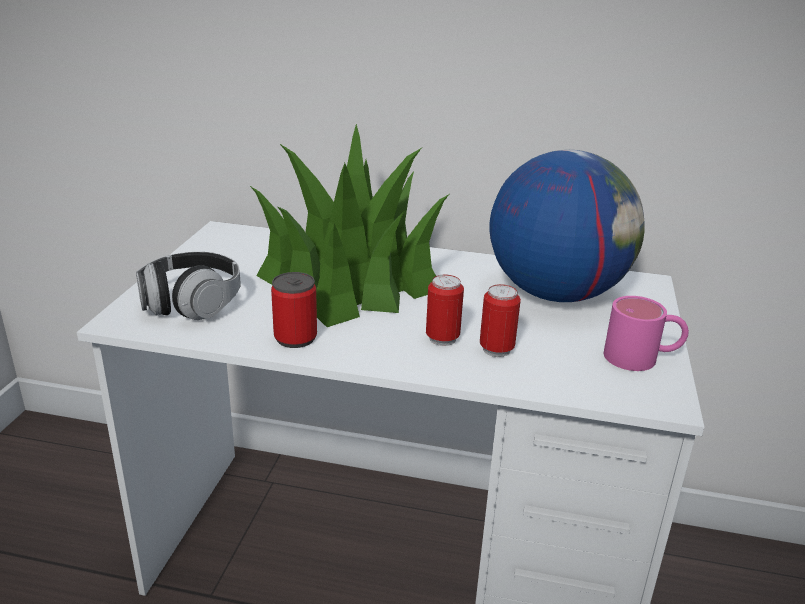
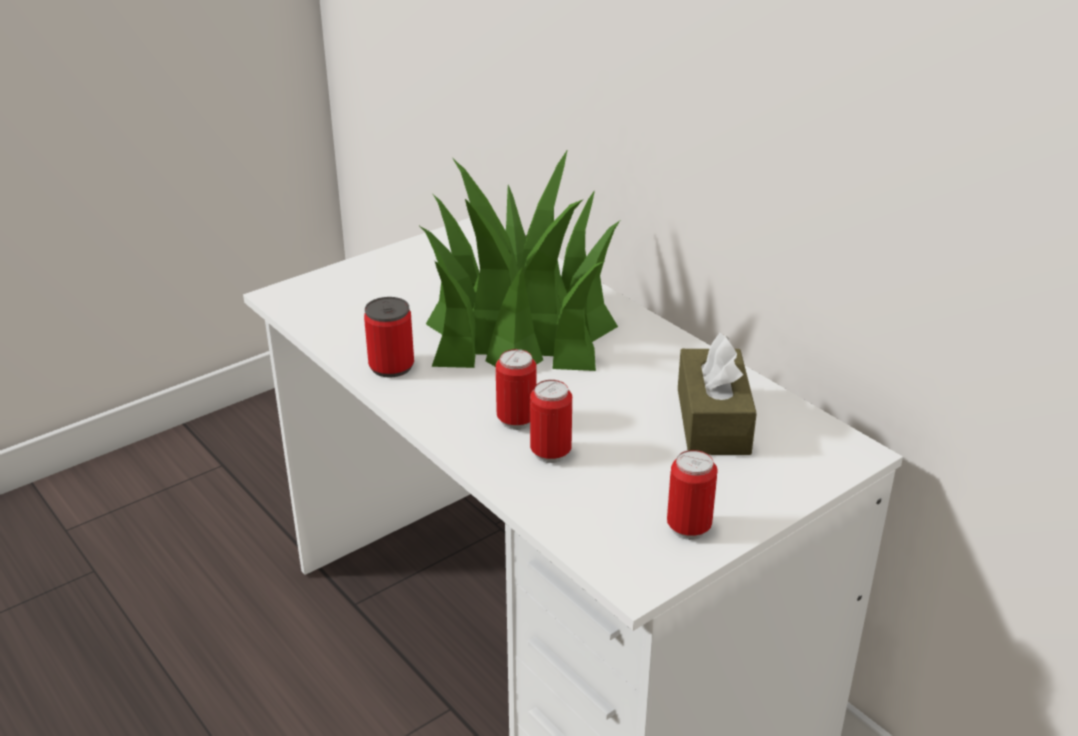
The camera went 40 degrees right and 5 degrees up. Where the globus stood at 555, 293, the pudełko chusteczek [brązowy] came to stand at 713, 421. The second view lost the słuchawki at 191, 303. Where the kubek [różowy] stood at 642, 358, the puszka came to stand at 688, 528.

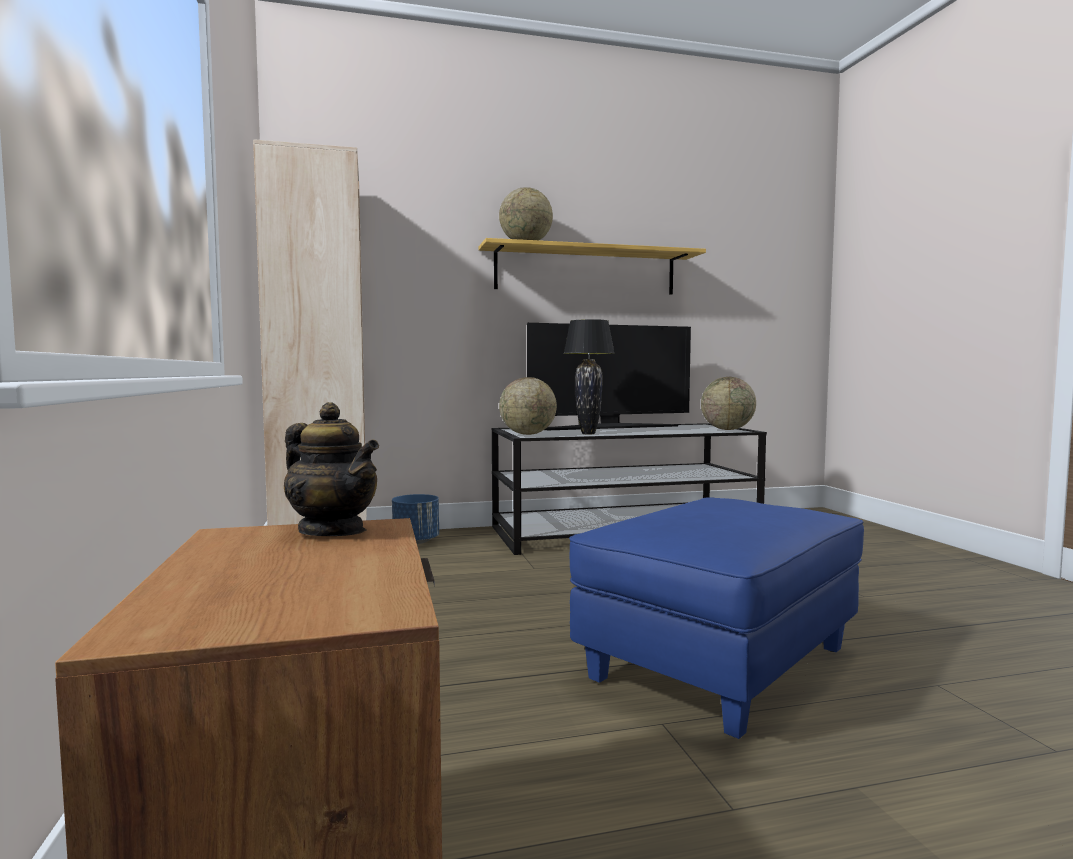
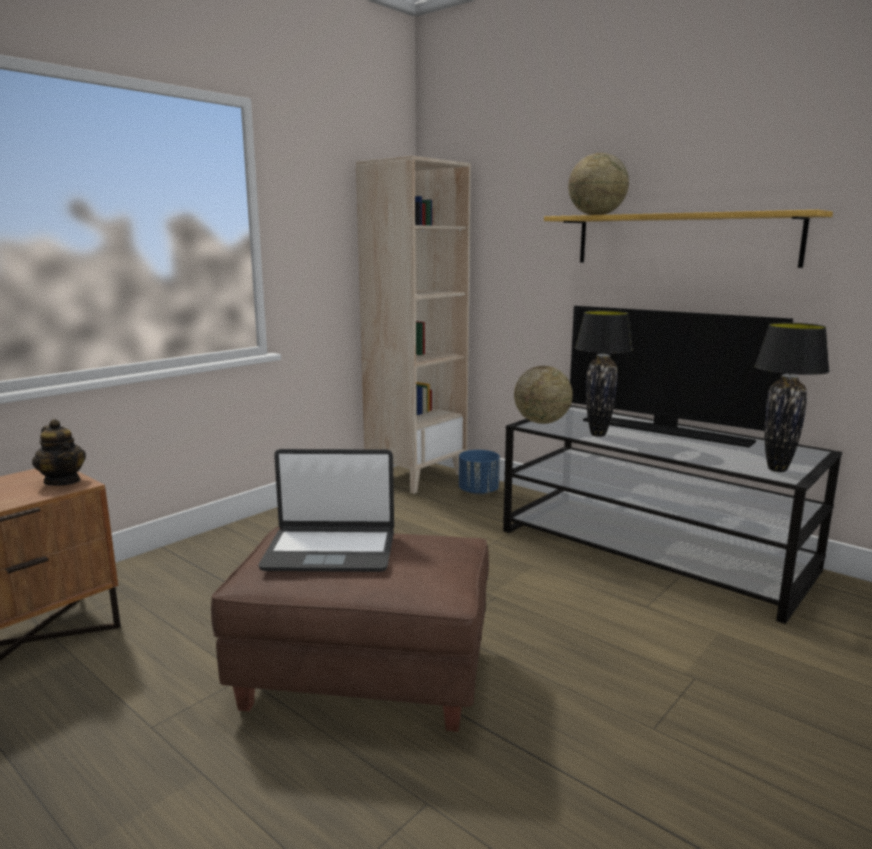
The camera went 55 degrees right and 10 degrees up. Where the globus stood at 727, 429, the lampa stołowa [czarny] came to stand at 778, 469. The imbryk at 332, 531 ended up facing another way, 45 degrees counterclockwise from before. What was the pufa [niebieski] at 720, 664 turned into the pufa [brązowy] at 363, 677. The second view gained the laptop at 330, 550.

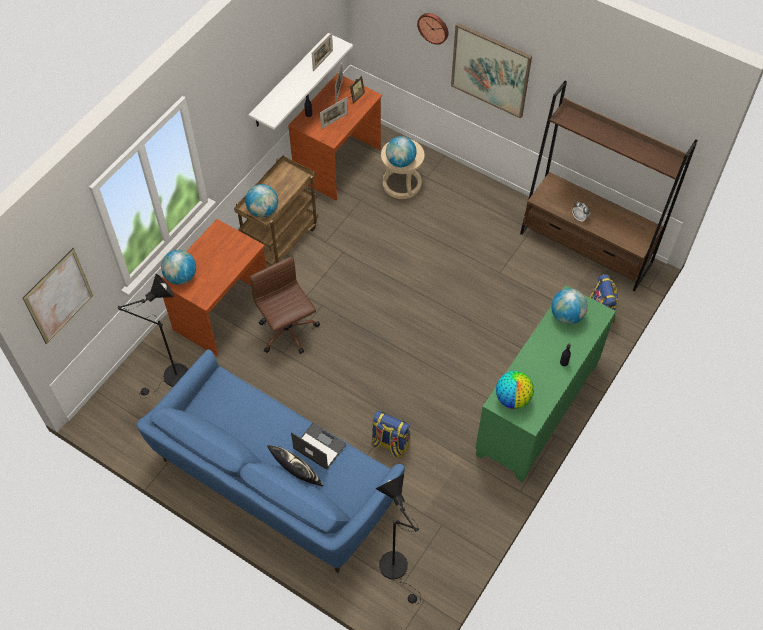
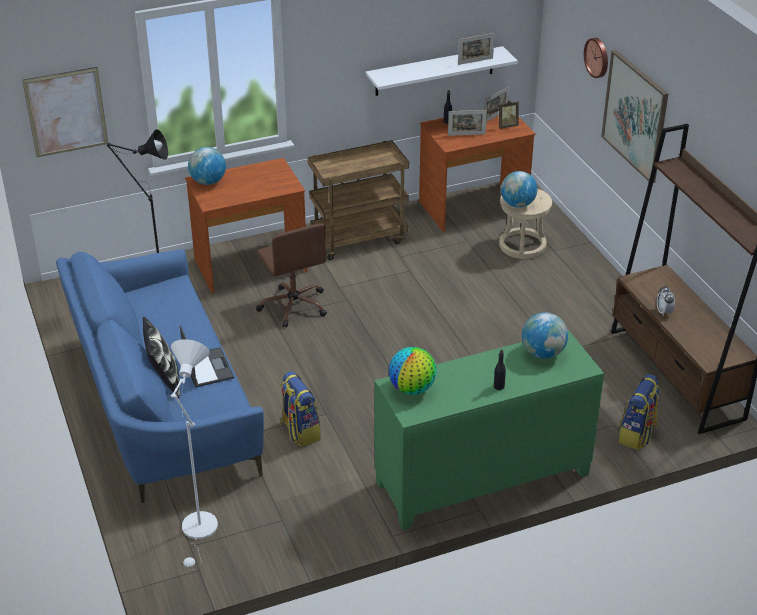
The camera went 35 degrees right and 20 degrees down. The second view lost the globus at 263, 211. The krzesło biurowe [brązowy] at 288, 333 ended up facing another way, 150 degrees clockwise from before. What was the lampa stojąca [czarny] at 397, 570 turned into the lampa stojąca [biały] at 199, 531.

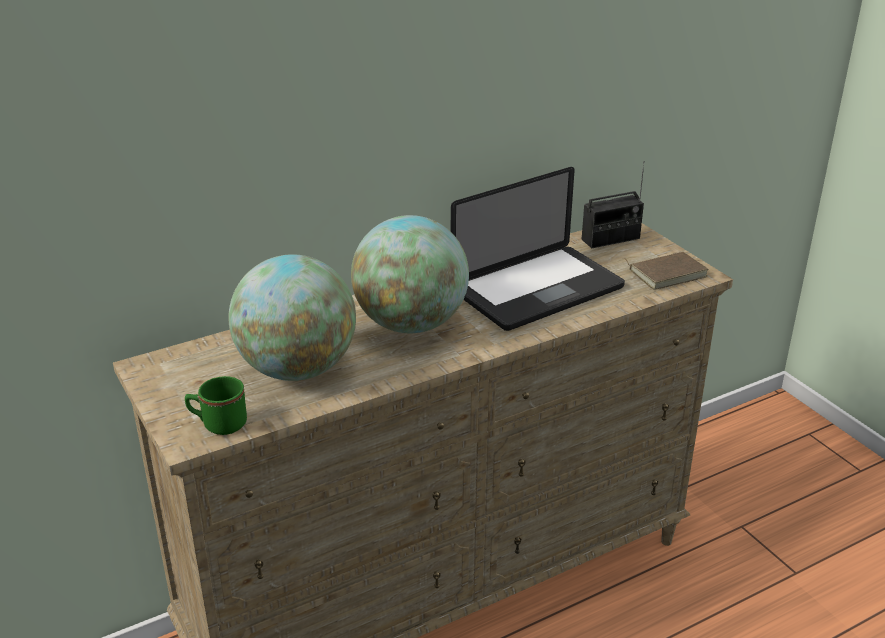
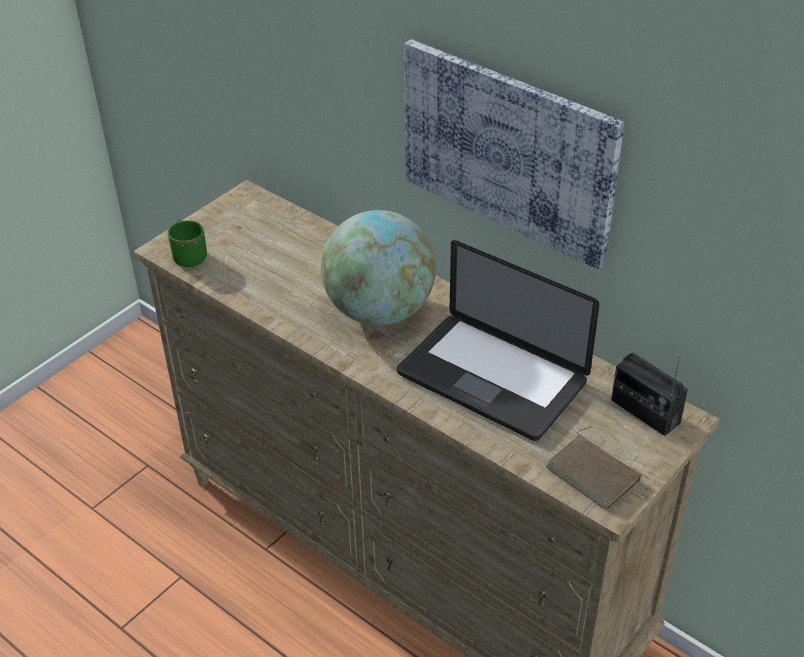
The camera went 70 degrees right and 10 degrees up. The second view lost the globus at 297, 369. The second view gained the obraz at 508, 150.

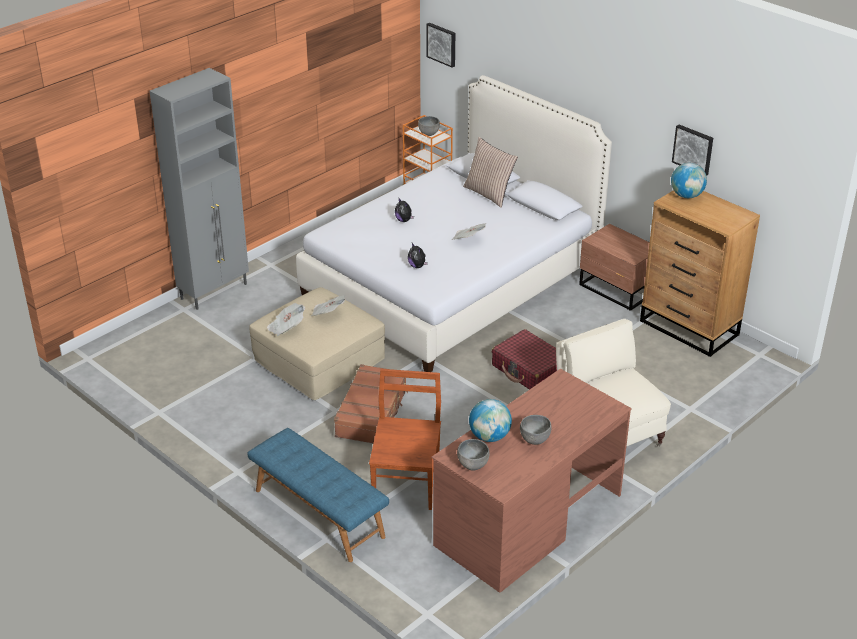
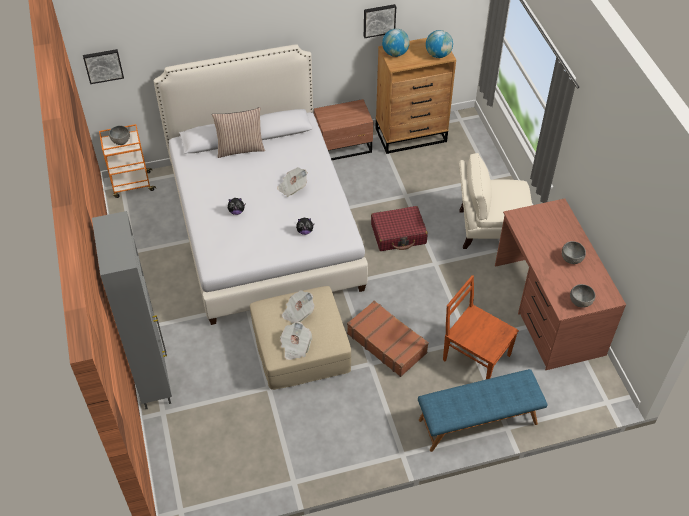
The camera went 60 degrees left and 15 degrees up. The globus ended up elsewhere, having gone from 489, 437 to 438, 55.

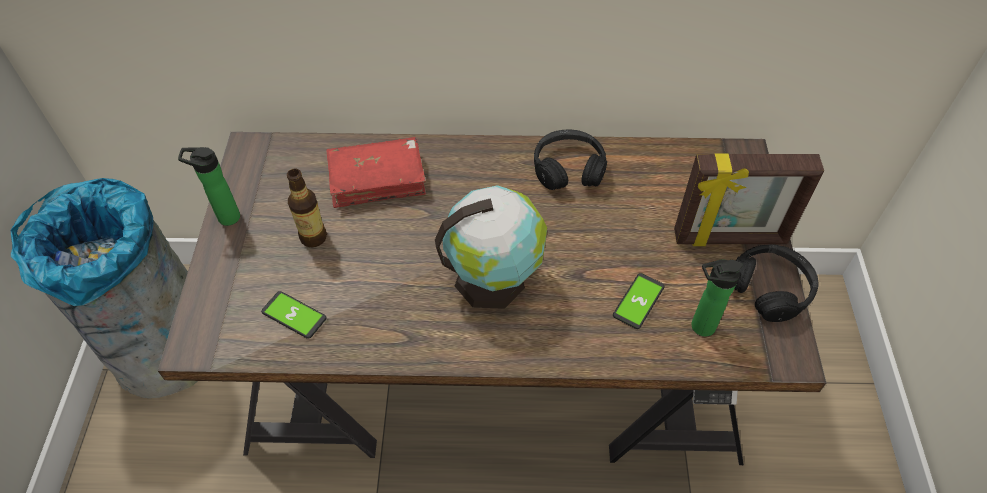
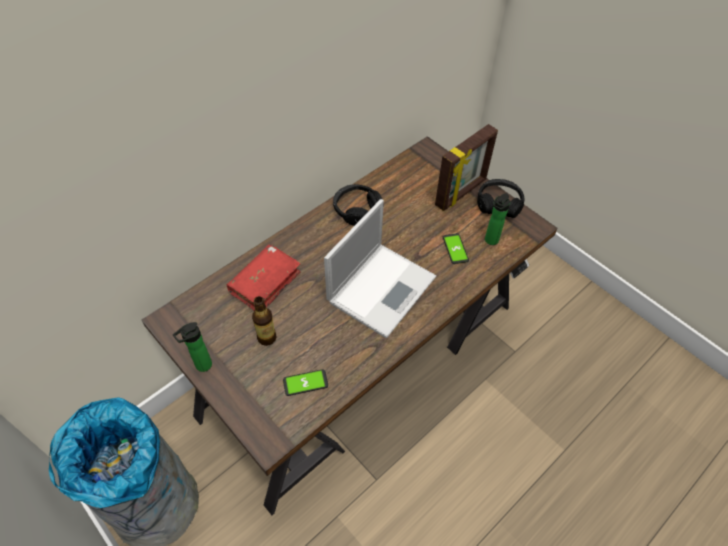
The camera went 45 degrees left and 0 degrees up. Where the globus stood at 494, 279, the laptop came to stand at 382, 287.

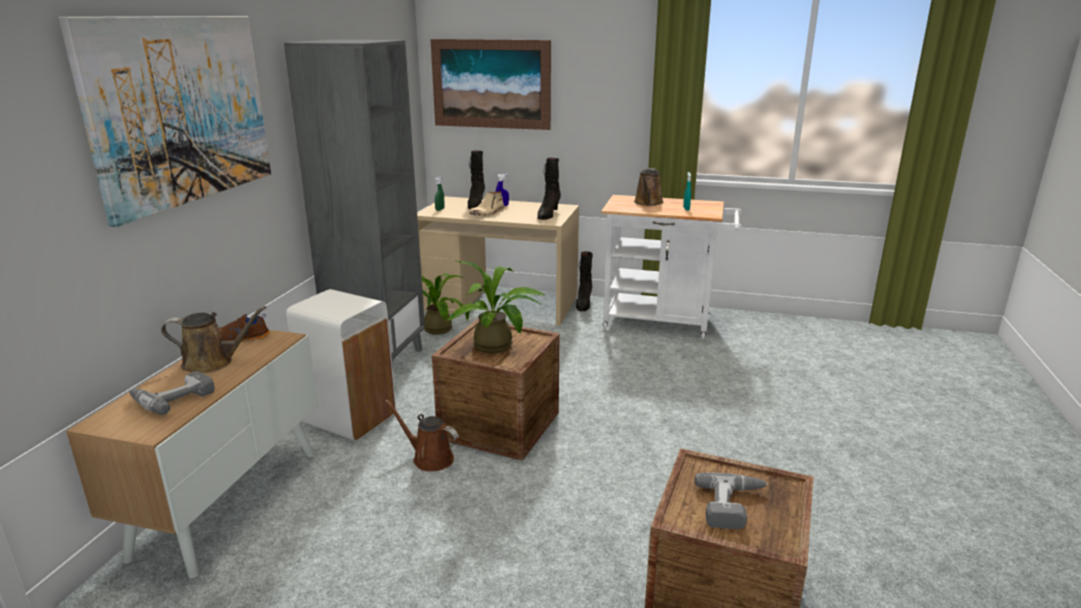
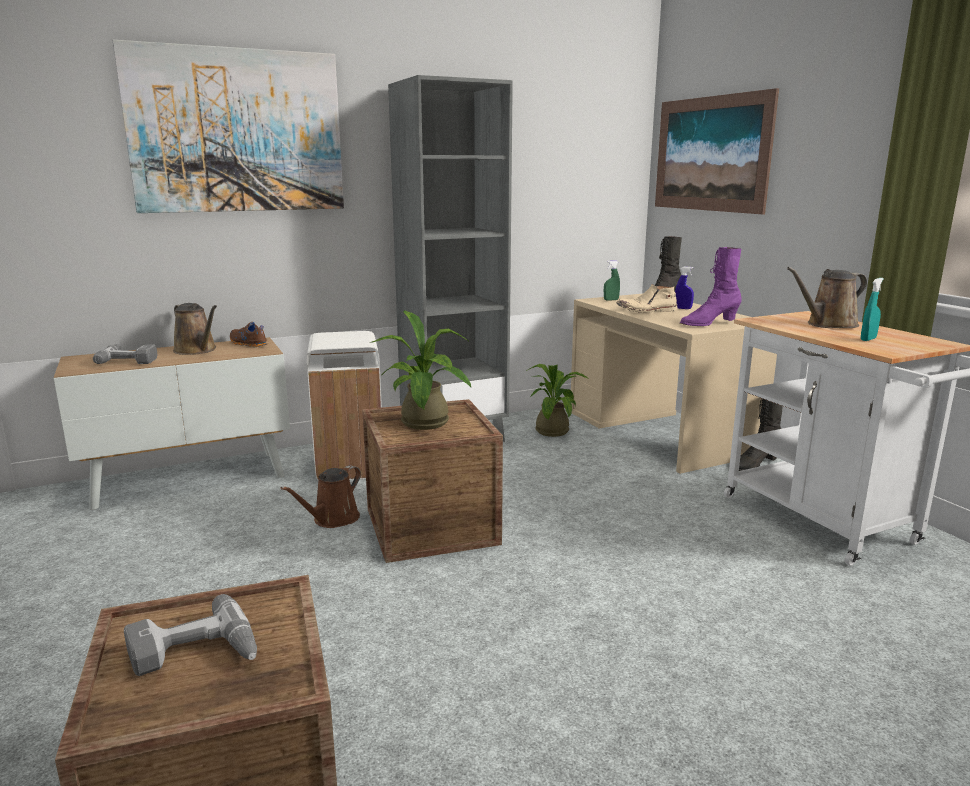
The camera went 50 degrees right and 5 degrees down. What was the but z cholewką [czarny] at 548, 215 turned into the but z cholewką [fioletowy] at 708, 323. The konewka [brązowy] at 429, 458 ended up facing another way, 135 degrees counterclockwise from before.

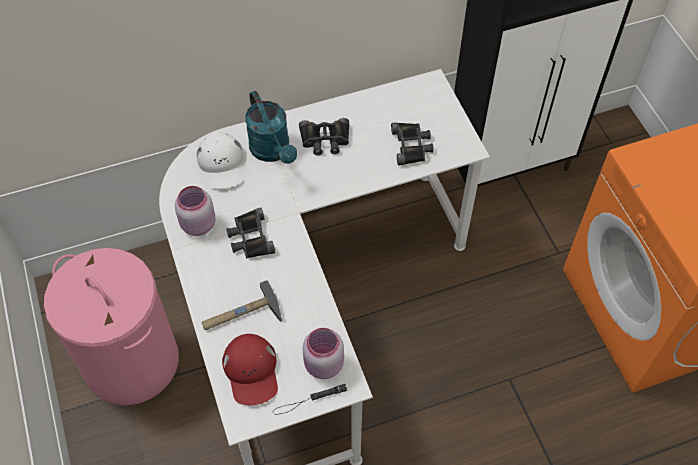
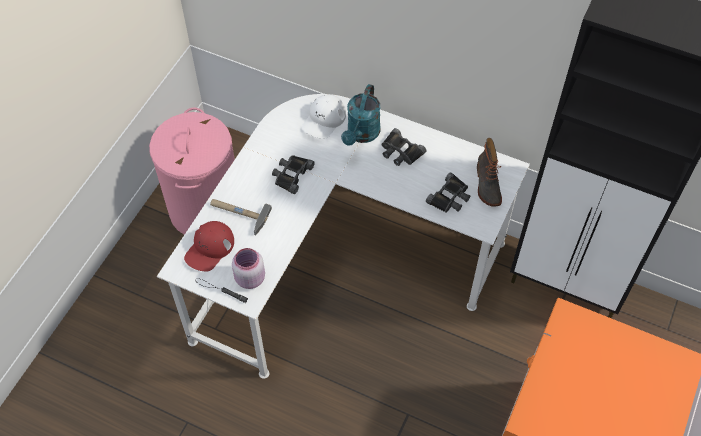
The camera went 45 degrees right and 0 degrees up. The second view lost the słoik [różowy] at 197, 225. The second view gained the but z cholewką at 487, 184.

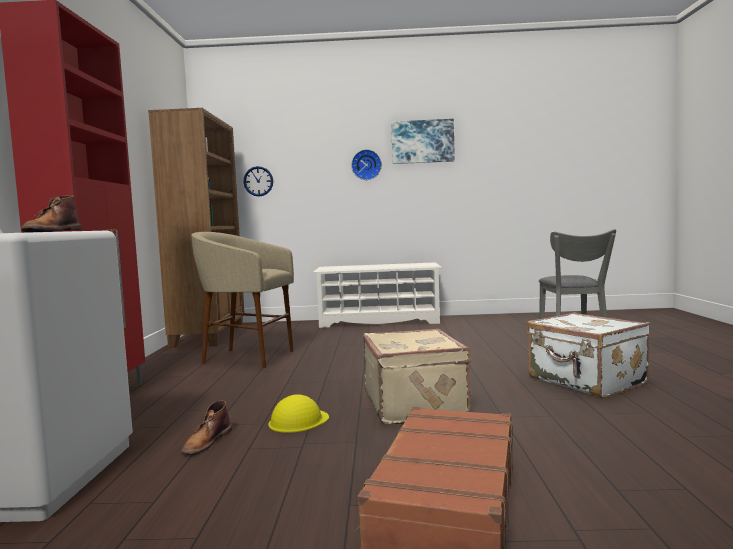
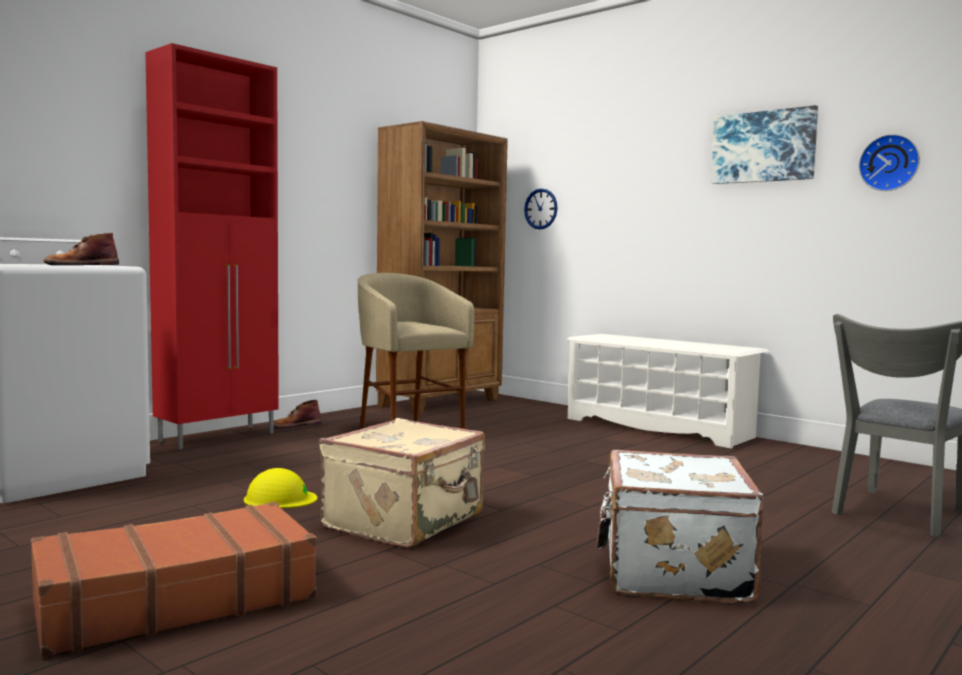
The camera went 40 degrees right and 0 degrees up. The zegar ścienny ended up elsewhere, having gone from 366, 165 to 889, 163. The but z cholewką [brązowy] ended up elsewhere, having gone from 206, 442 to 295, 425.

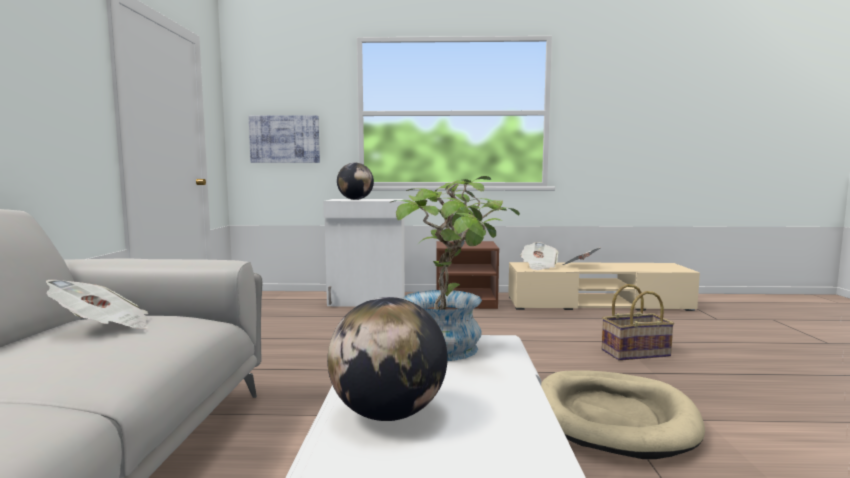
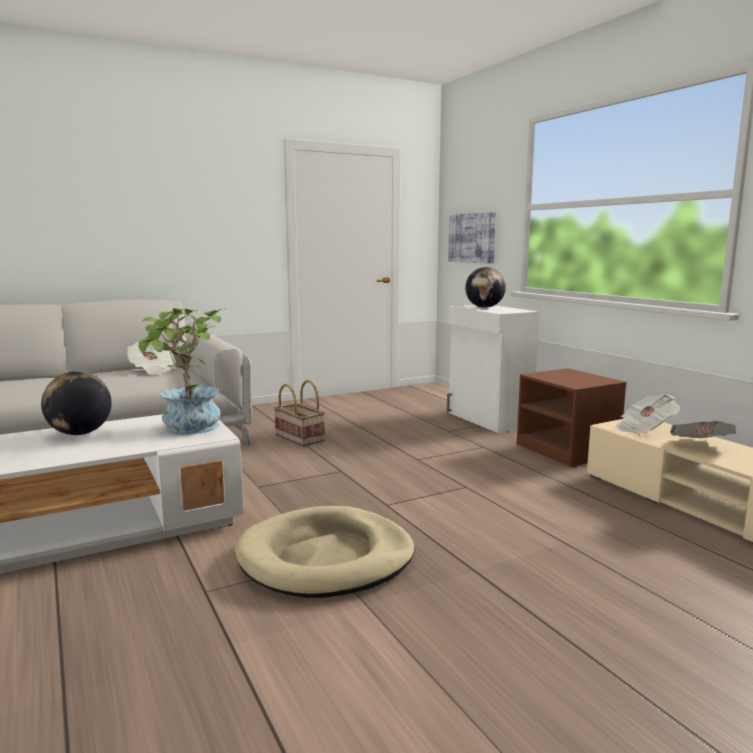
The camera went 60 degrees right and 5 degrees up. The koszyk ended up elsewhere, having gone from 635, 352 to 300, 438.

